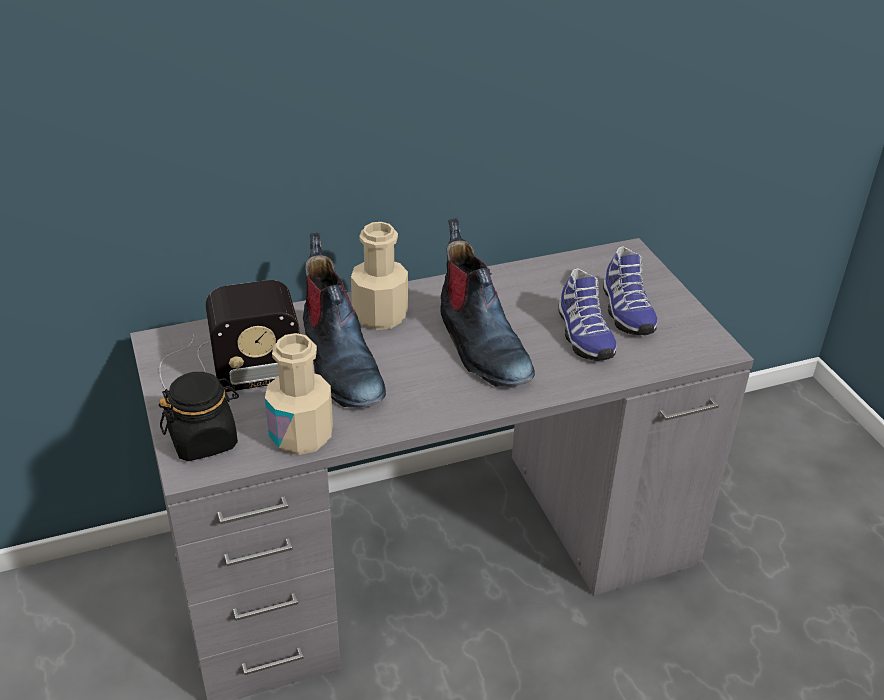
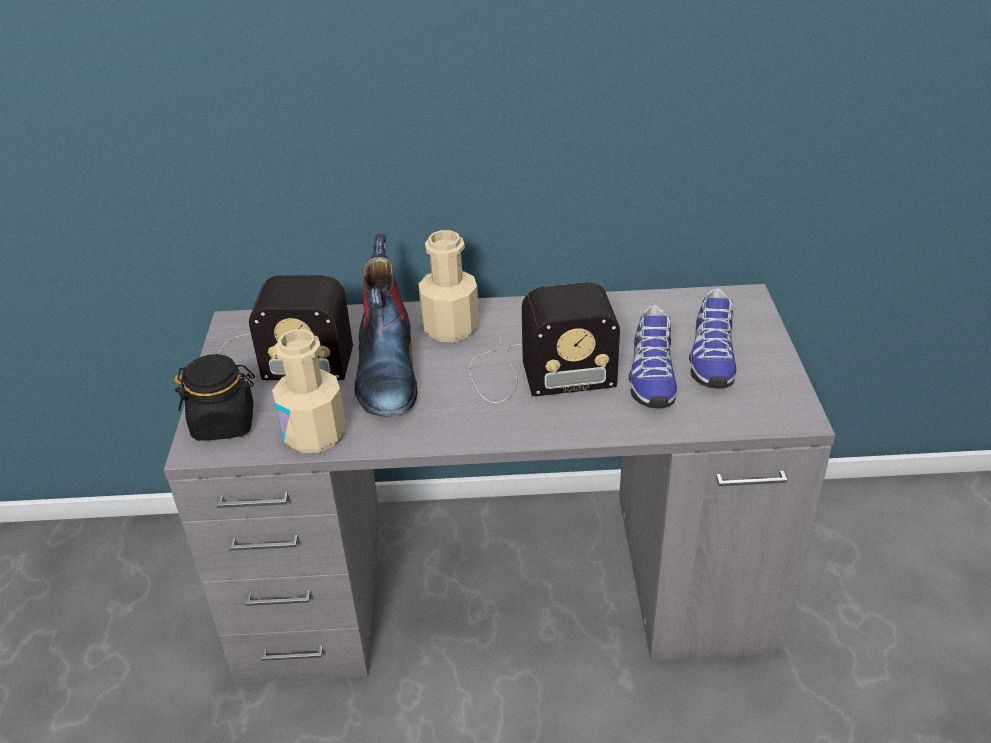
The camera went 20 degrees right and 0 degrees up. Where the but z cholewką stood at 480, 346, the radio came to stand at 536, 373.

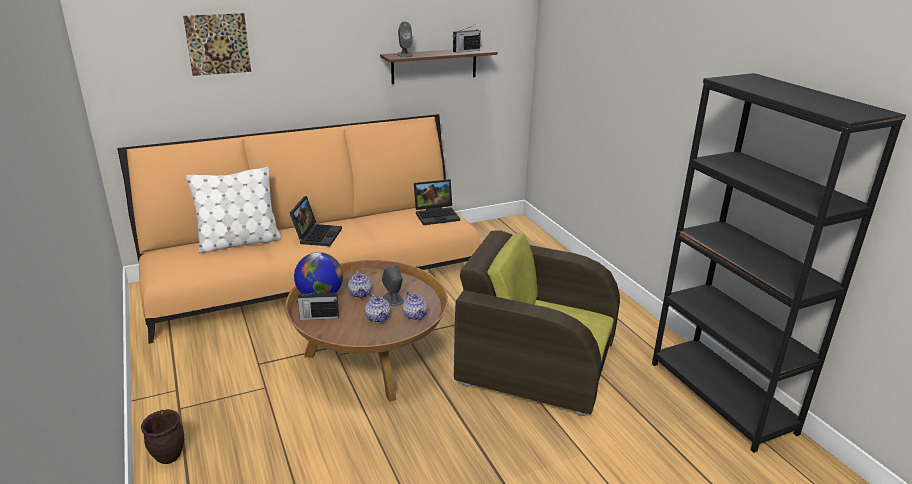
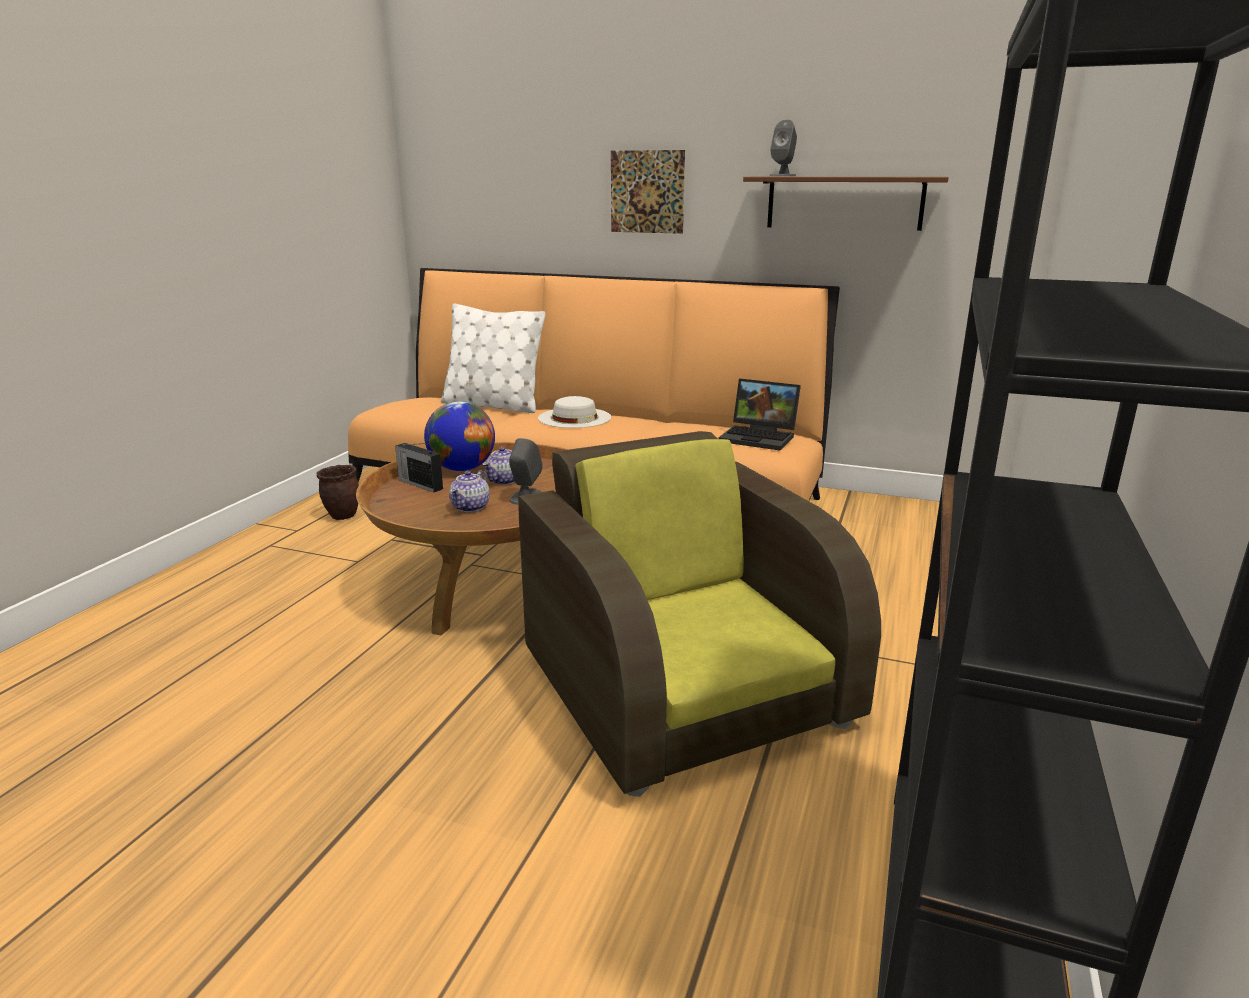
The camera went 45 degrees right and 5 degrees down. The obraz ended up elsewhere, having gone from 218, 44 to 647, 192. The second view lost the radio at 465, 51. Where the laptop stood at 317, 235, the kapelusz [biały] came to stand at 574, 418. The second view lost the imbryk at 415, 315. The donica [brązowy] ended up elsewhere, having gone from 168, 456 to 343, 515.

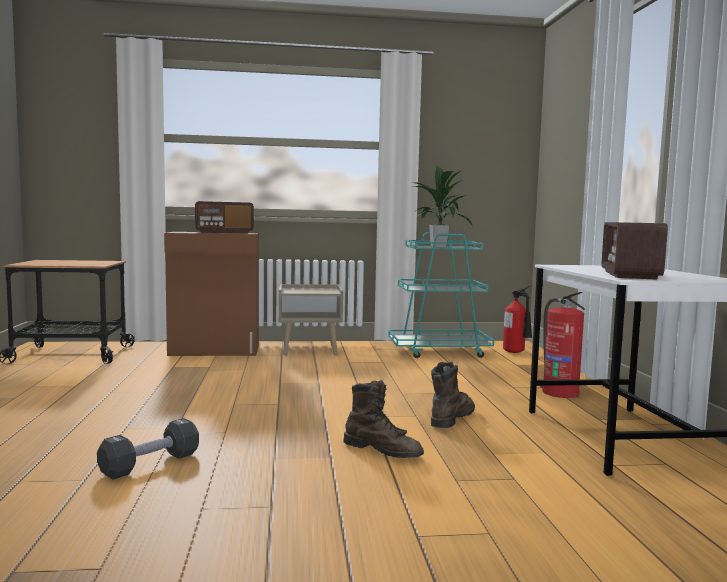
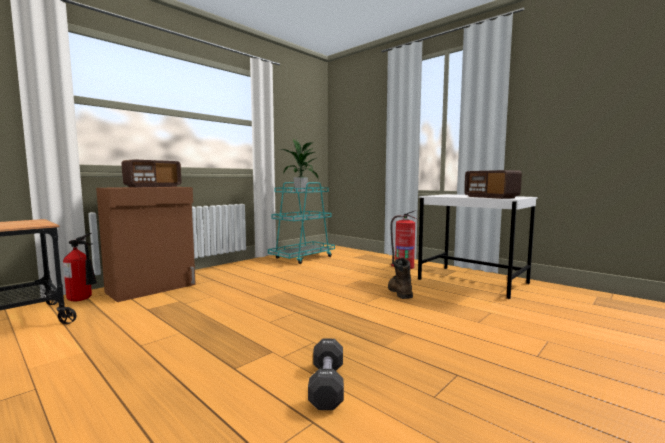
The camera went 40 degrees left and 0 degrees up. The second view lost the szafka nocna [beżowy] at 310, 350. The gaśnica ended up elsewhere, having gone from 517, 352 to 83, 300. The second view lost the but z cholewką [brązowy] at 383, 450.

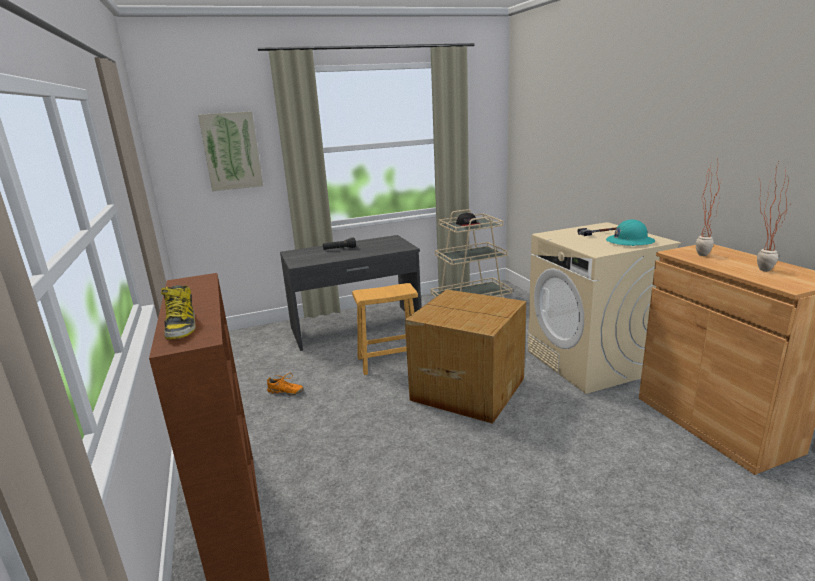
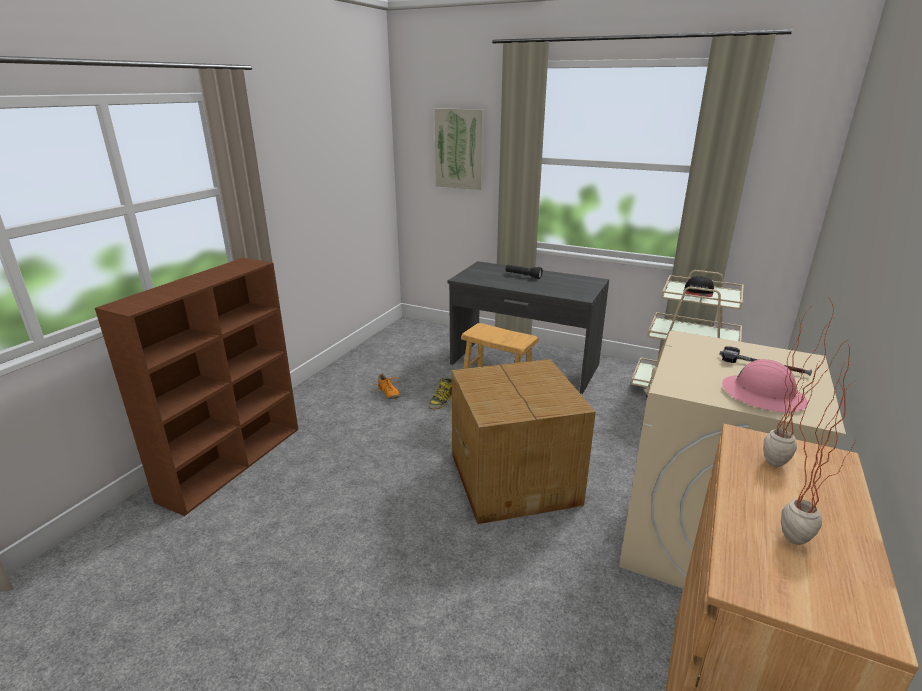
The camera went 45 degrees right and 5 degrees up. What was the kask [turkusowy] at 629, 241 turned into the kask [różowy] at 762, 395. The but z cholewką ended up elsewhere, having gone from 181, 326 to 441, 401.

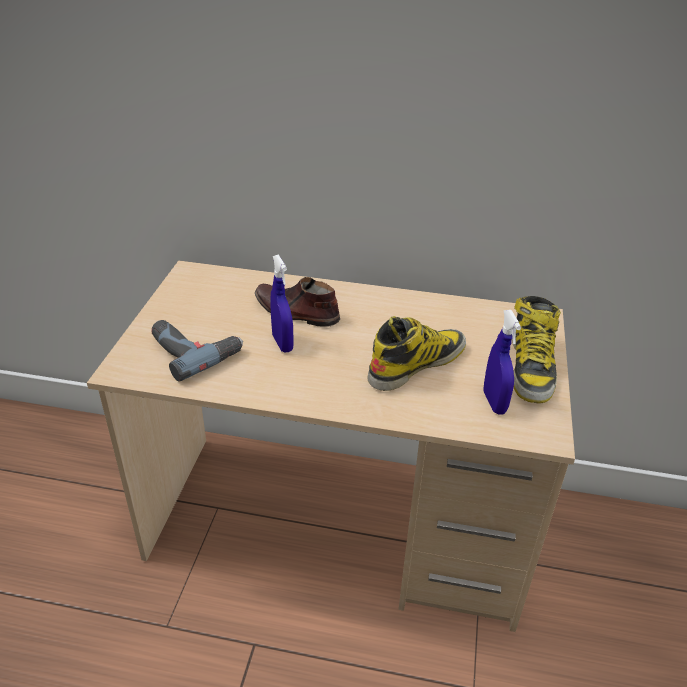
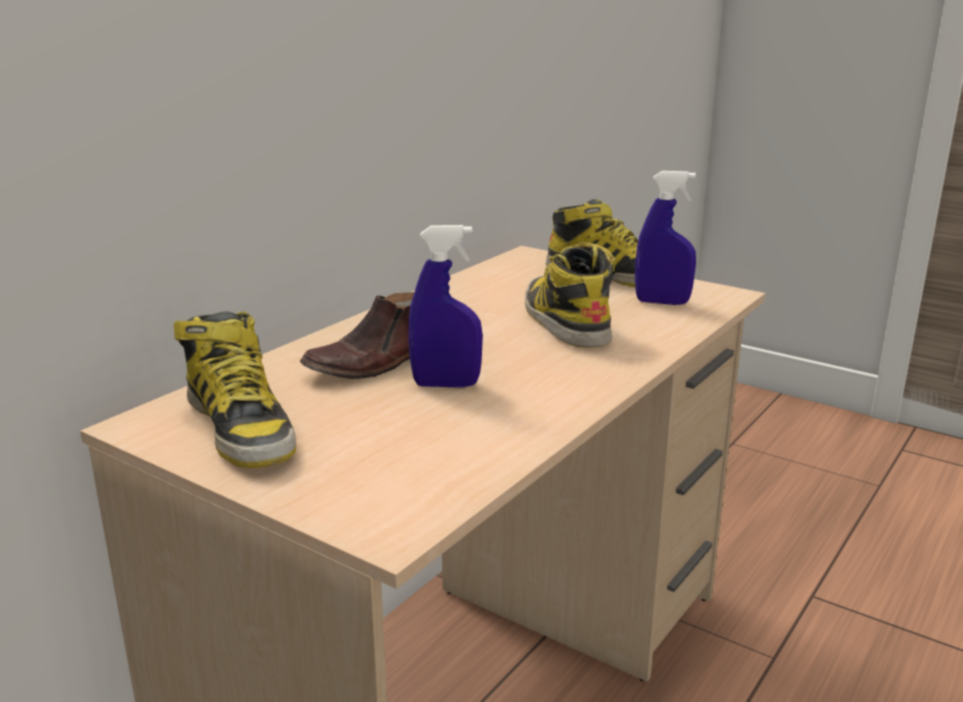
The camera went 65 degrees left and 15 degrees down. The second view lost the wiertarka at 194, 350. The second view gained the but z cholewką at 241, 428.

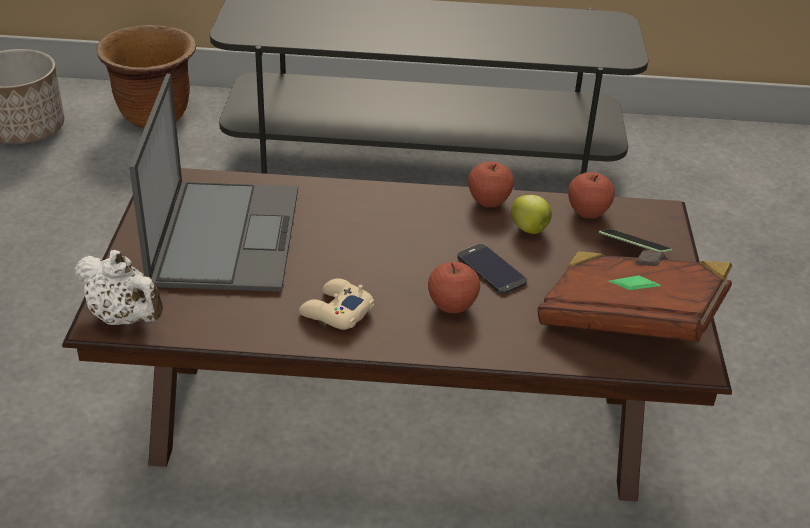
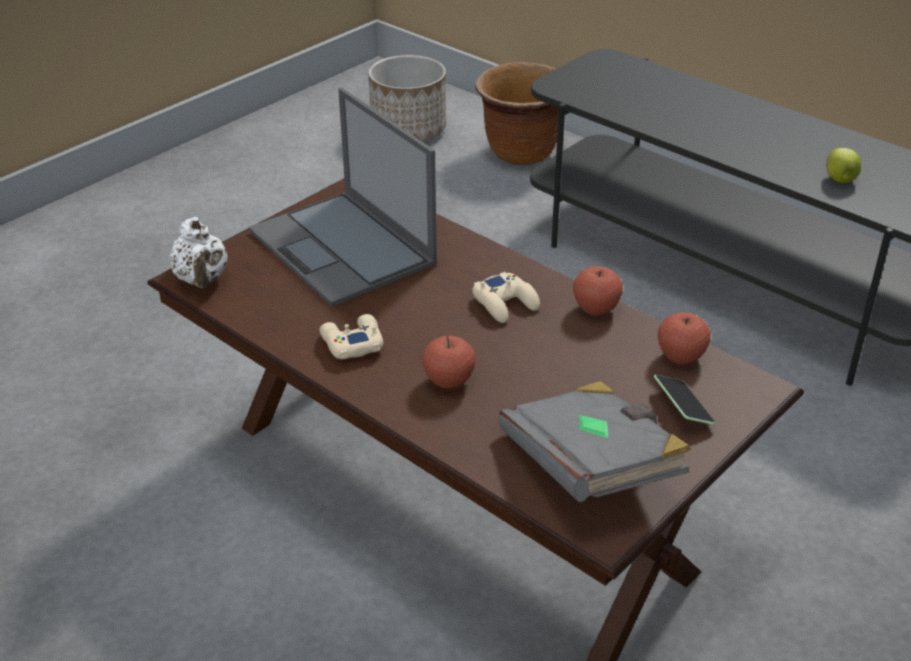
The camera went 40 degrees right and 0 degrees up. The laptop at 225, 234 ended up facing another way, 105 degrees clockwise from before. The jabłko ended up elsewhere, having gone from 530, 230 to 840, 180. The second view lost the telefon at 491, 269. What was the książka [brązowy] at 629, 321 turned into the książka [szary] at 591, 467. The second view gained the pad do gier [beżowy] at 505, 303.

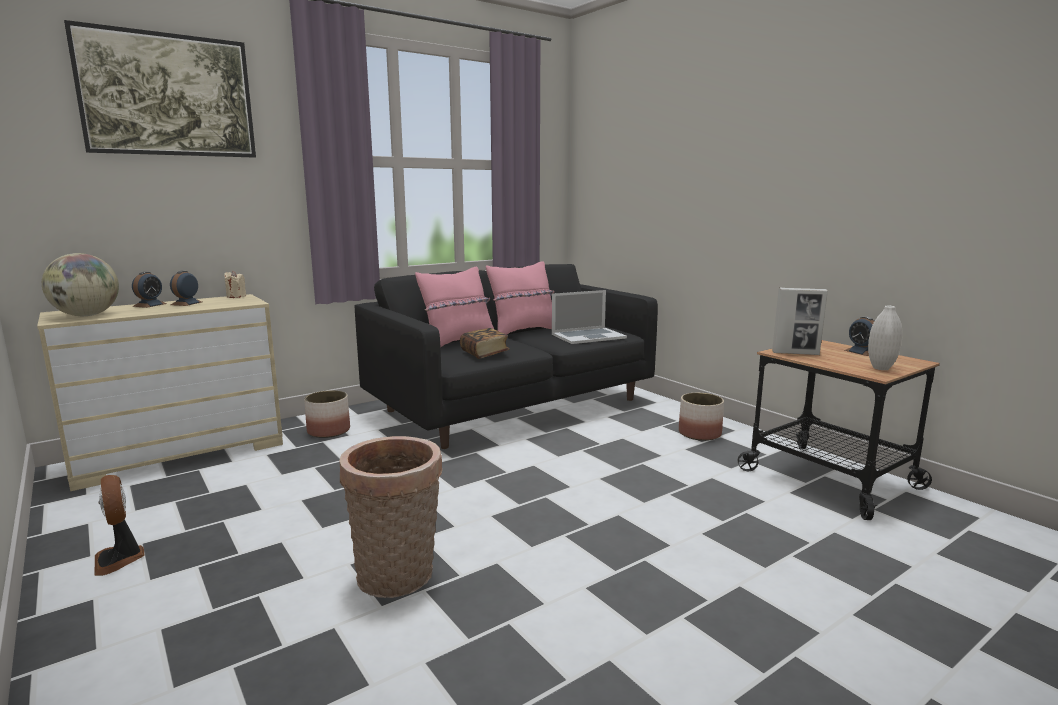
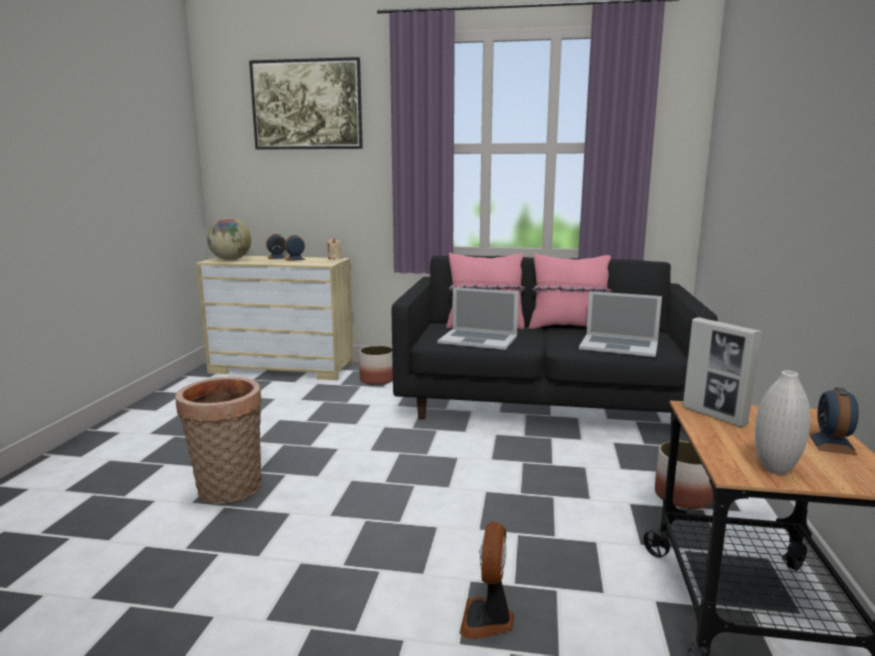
The camera went 45 degrees right and 0 degrees up. Where the książka stood at 484, 354, the laptop came to stand at 478, 339. The wentylator ended up elsewhere, having gone from 120, 559 to 488, 620.

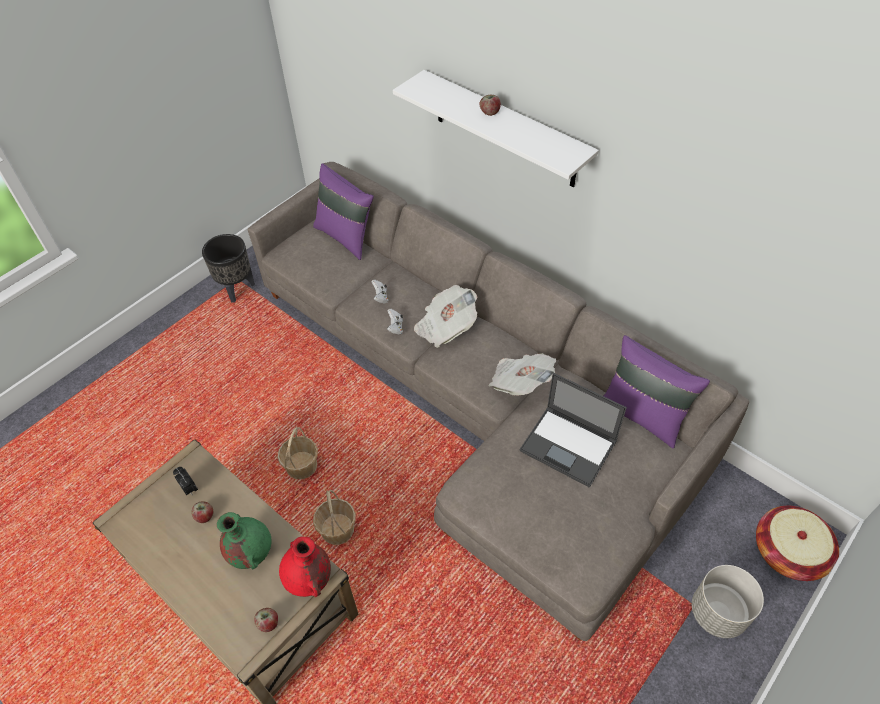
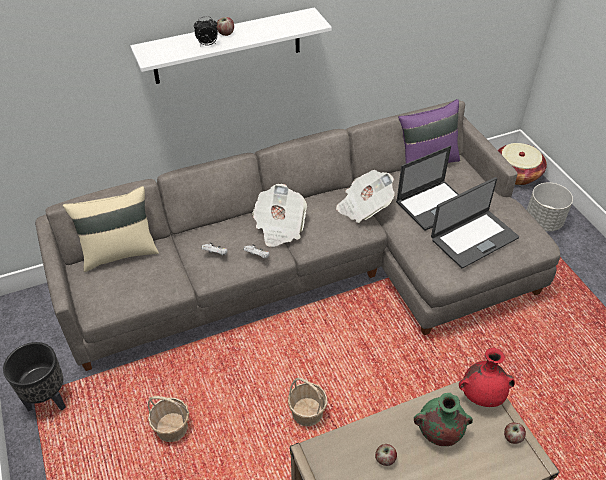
The camera went 65 degrees left and 5 degrees down. What was the poduszka [fioletowy] at 346, 237 turned into the poduszka [beżowy] at 119, 253. The budzik ended up elsewhere, having gone from 189, 488 to 207, 45. The koszyk ended up elsewhere, having gone from 337, 530 to 172, 428. The second view gained the laptop at 473, 238.

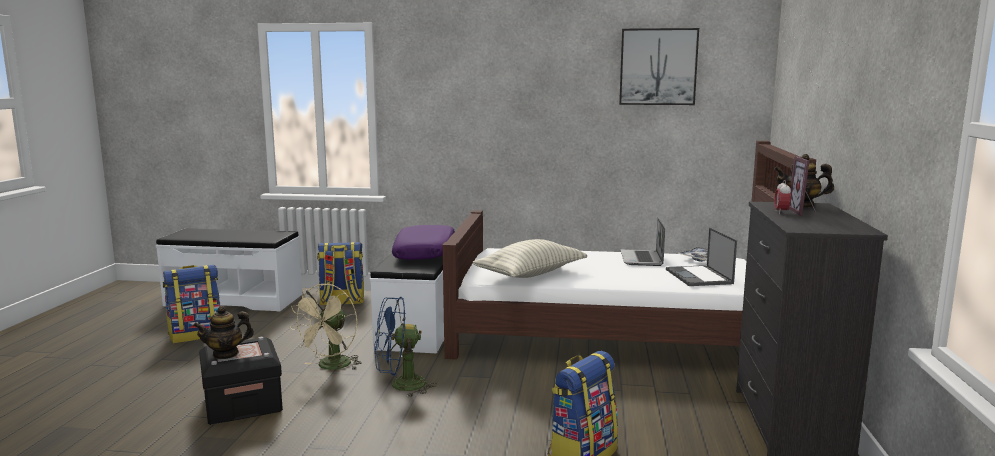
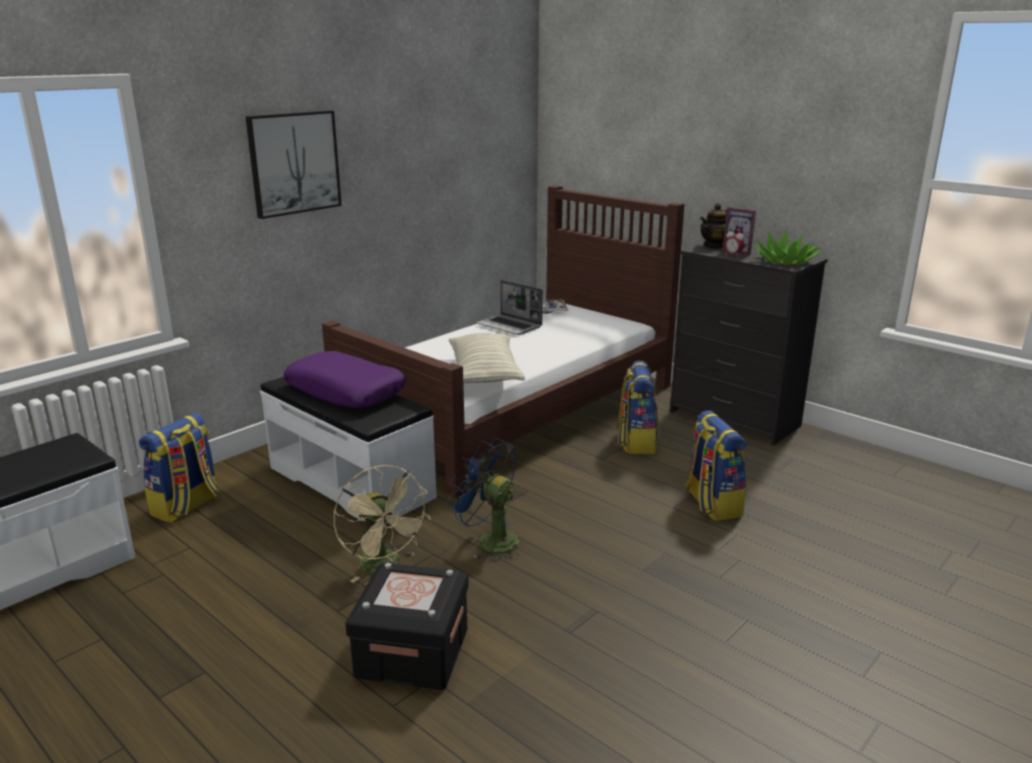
The camera went 55 degrees left and 10 degrees up. The obraz ended up elsewhere, having gone from 658, 67 to 294, 163. The second view lost the laptop at 699, 277. The plecak ended up elsewhere, having gone from 196, 335 to 636, 442. The wentylator [niebieski] at 400, 386 ended up facing another way, 105 degrees clockwise from before. The second view lost the imbryk at 226, 354. The second view gained the roślina doniczkowa at 785, 262.

